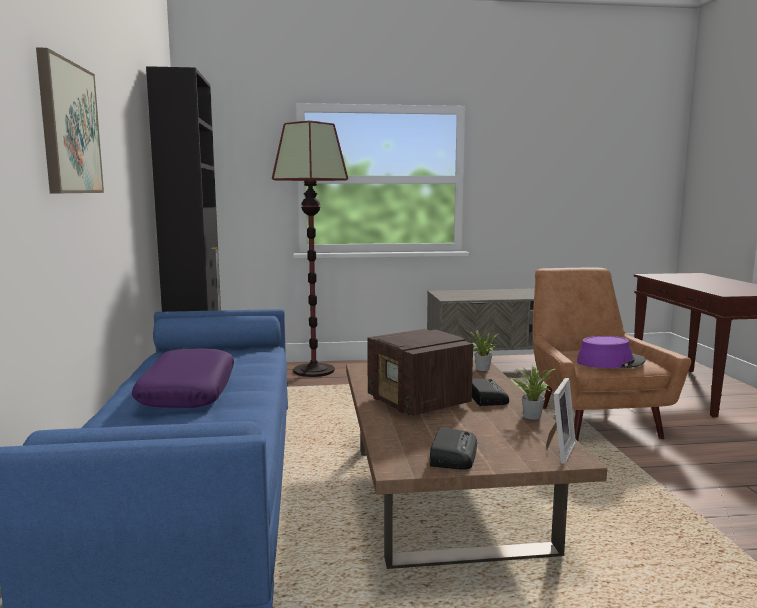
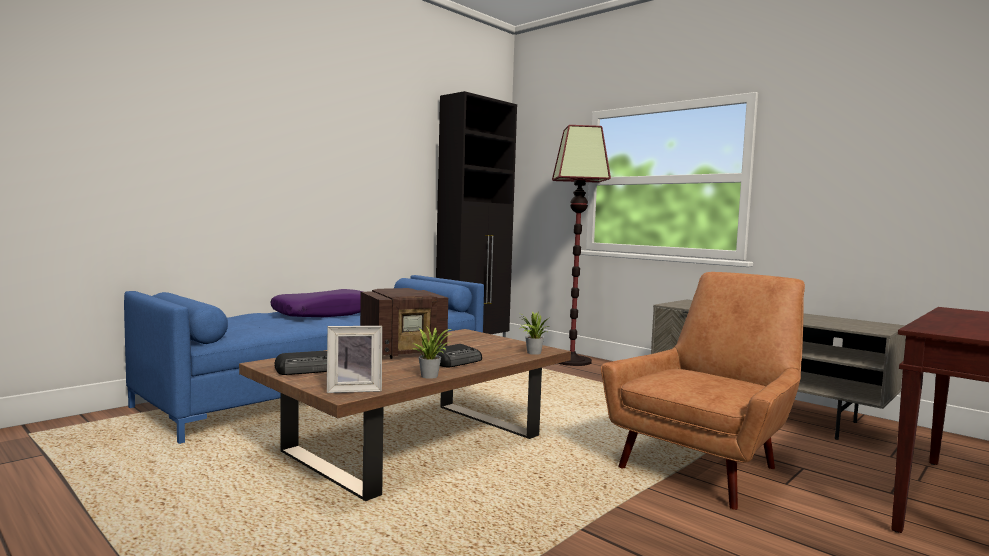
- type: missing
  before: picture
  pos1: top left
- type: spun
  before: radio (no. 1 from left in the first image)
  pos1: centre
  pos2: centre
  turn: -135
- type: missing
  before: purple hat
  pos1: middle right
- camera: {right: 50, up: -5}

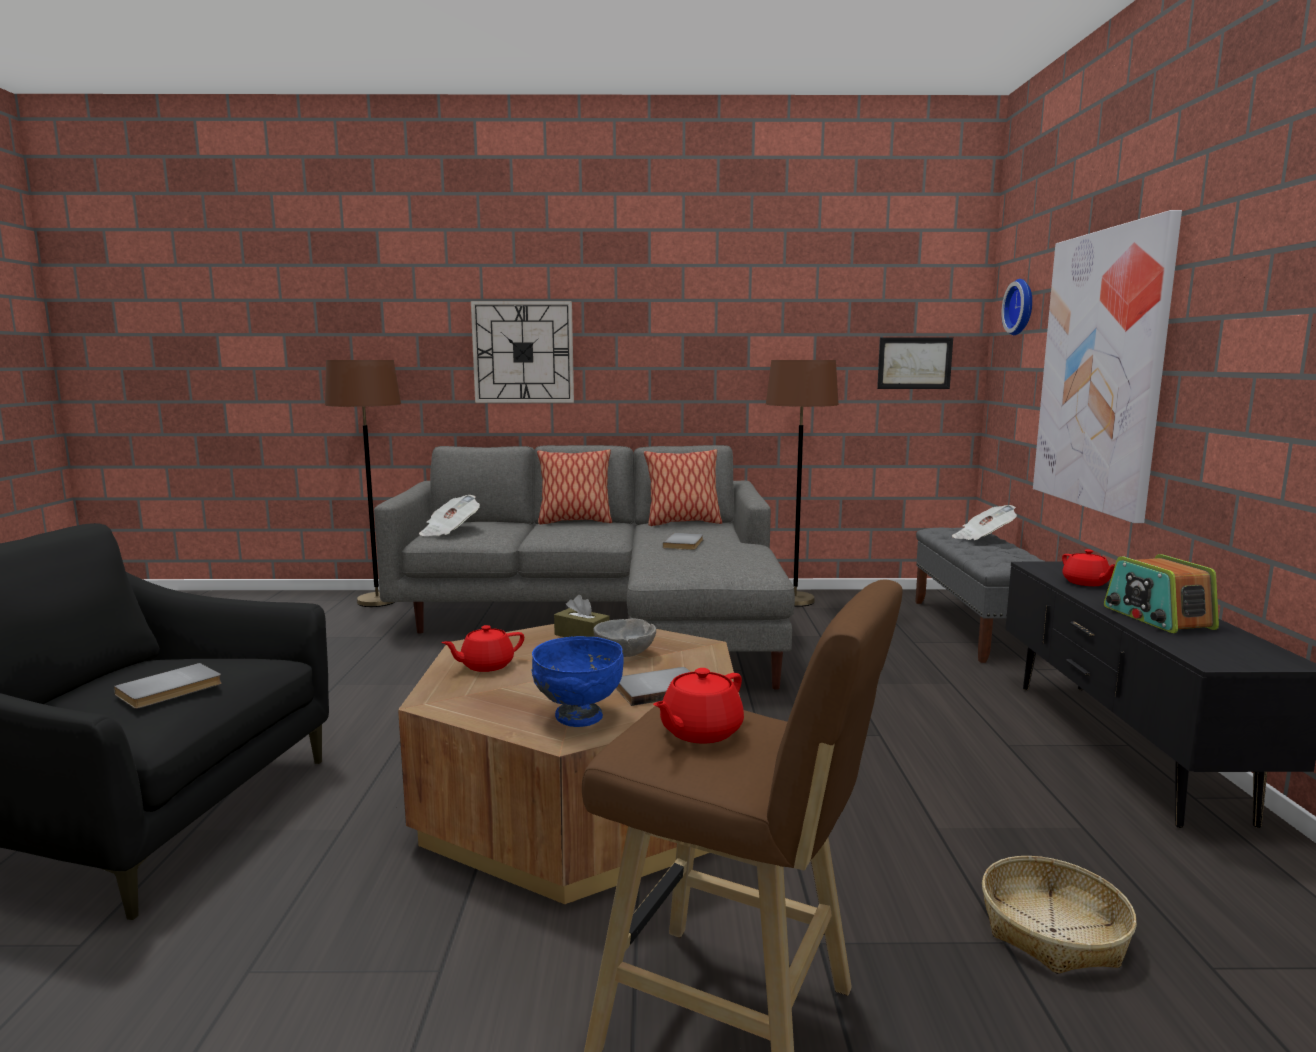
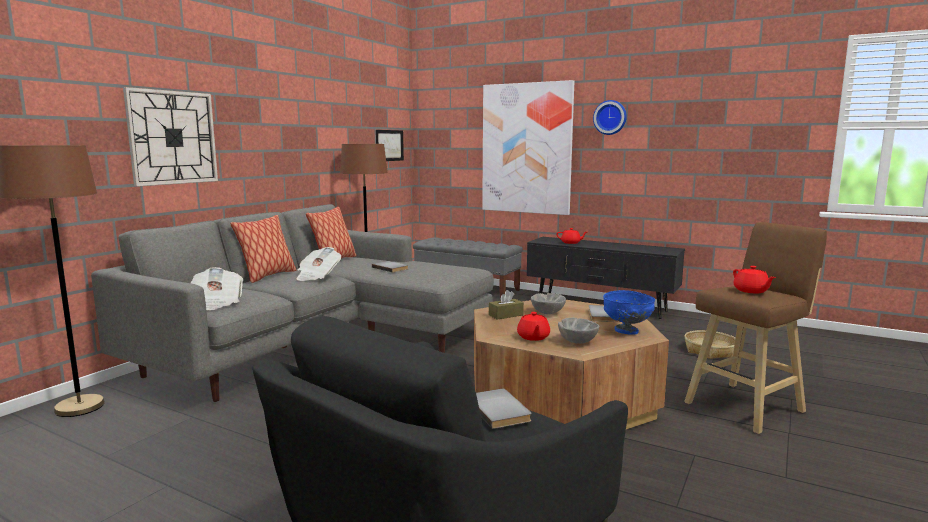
- type: relocated
  before: newspaper (no. 2 from left)
  pos1: middle right
  pos2: centre
- type: relocated
  before: wall clock (no. 2 from left)
  pos1: top right
  pos2: top centre
- type: missing
  before: radio
  pos1: middle right
- type: appeared
  after: grey bowl (no. 2 from left)
  pos2: centre
- camera: {right: -60, up: 0}

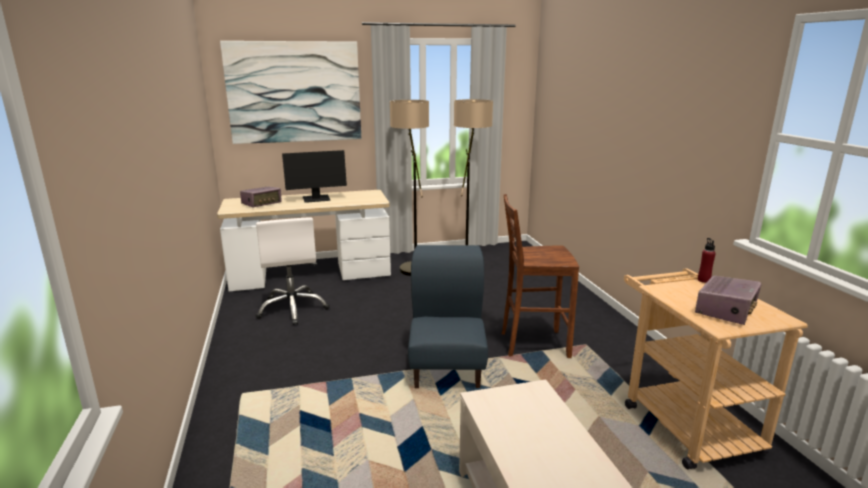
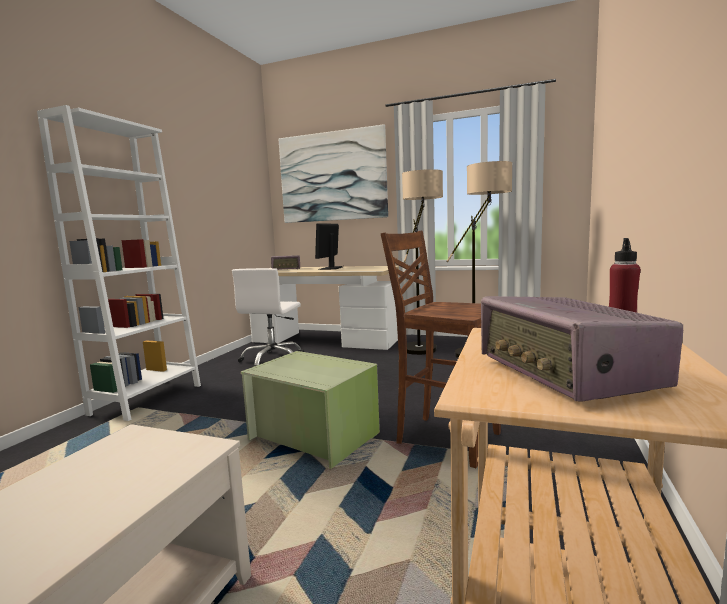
- type: spun
  before: monitor
  pos1: centre
  pos2: centre
  turn: 90
- type: exchanged
  before: blue chair
  after: green storage box
  pos1: centre
  pos2: bottom centre
- type: spun
  before: radio (no. 2 from left)
  pos1: middle right
  pos2: middle right
  turn: 90
- type: appeared
  after: white bookcase
  pos2: middle left
- camera: {right: 35, up: -10}

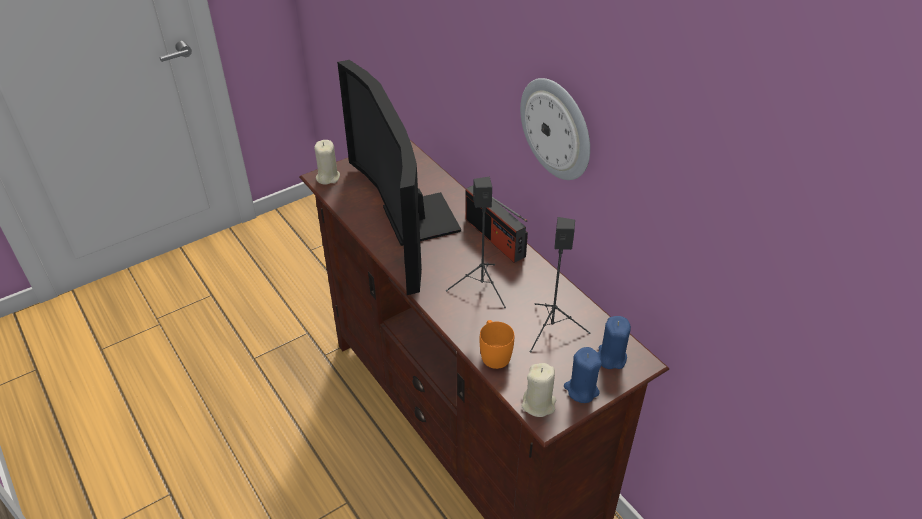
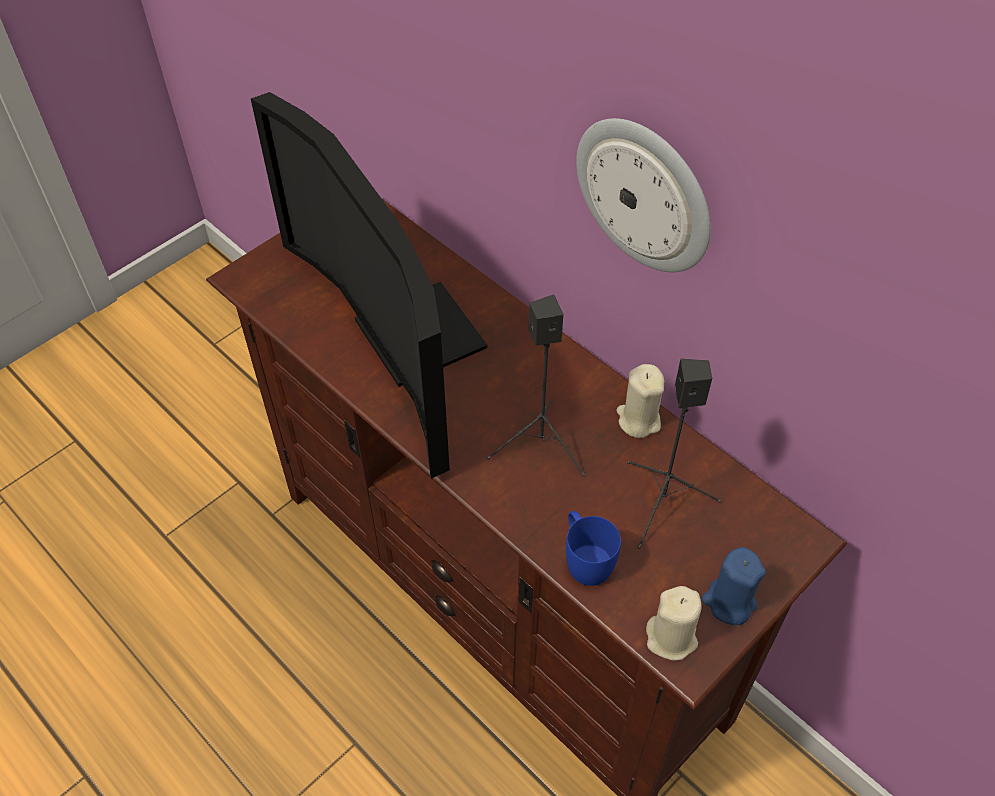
- type: relocated
  before: beige candle (no. 1 from left)
  pos1: top centre
  pos2: centre
- type: missing
  before: radio
  pos1: centre
- type: colour
  before: orange mug
  after: blue mug
  pos1: centre
  pos2: bottom centre
- type: missing
  before: blue candle (no. 2 from left)
  pos1: centre
- camera: {right: -10, up: 10}

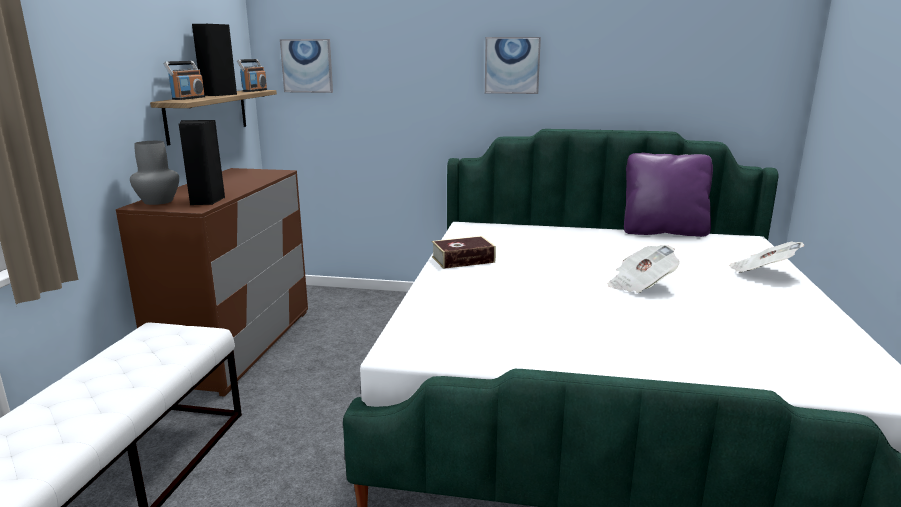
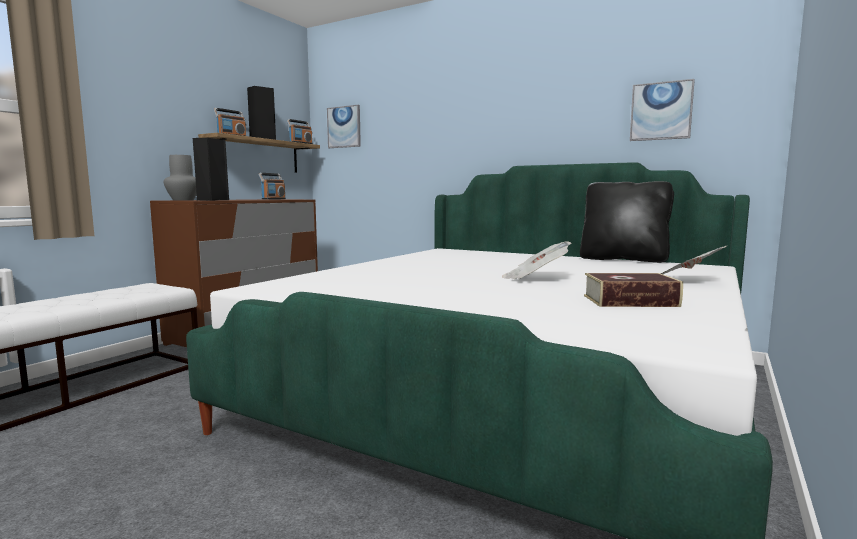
- type: relocated
  before: book
  pos1: centre
  pos2: middle right
- type: relocated
  before: picture (no. 2 from left)
  pos1: top centre
  pos2: top right
- type: colour
  before: purple pillow
  after: black pillow
  pos1: middle right
  pos2: middle right
- type: appeared
  after: radio (no. 2 from left)
  pos2: middle left
- camera: {right: 20, up: -10}

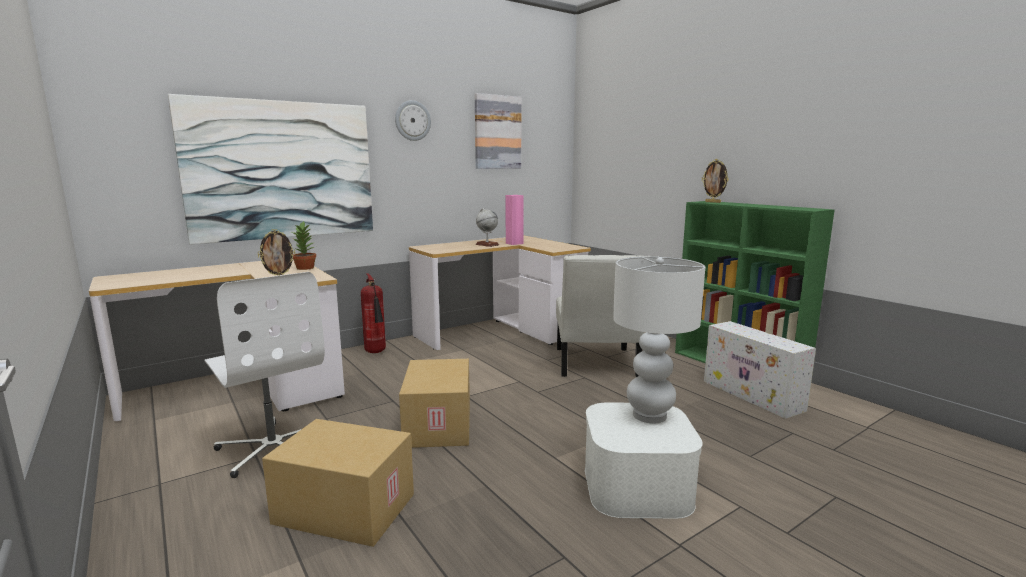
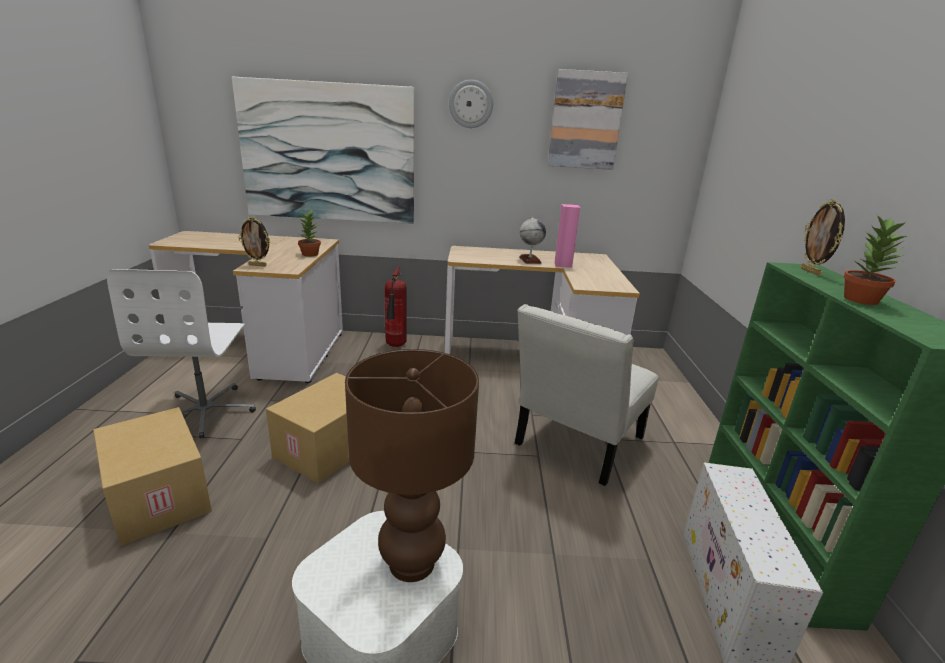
- type: colour
  before: white table lamp
  after: brown table lamp
  pos1: centre
  pos2: bottom centre
- type: appeared
  after: potted plant (no. 2 from left)
  pos2: middle right
- camera: {right: 35, up: 10}

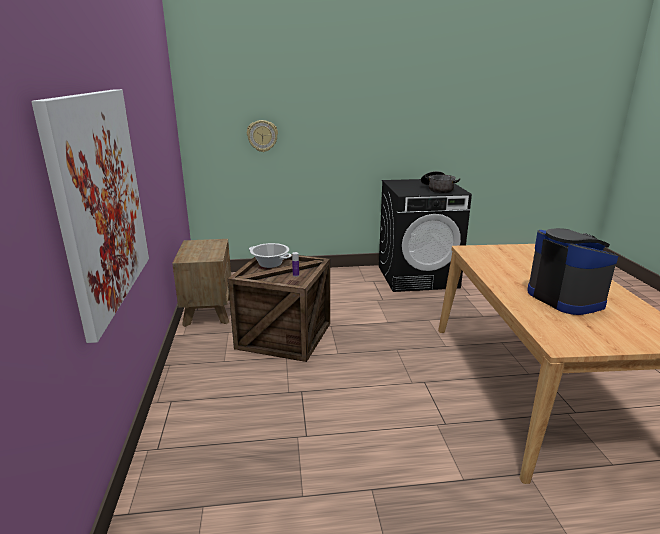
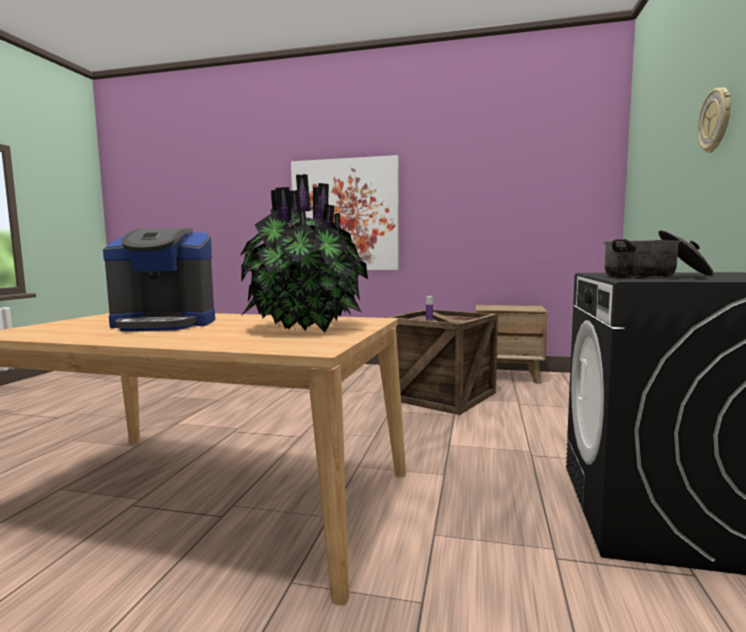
- type: relocated
  before: wall clock
  pos1: top centre
  pos2: top right
- type: missing
  before: cooking pot (no. 1 from left)
  pos1: centre
- type: appeared
  after: potted plant
  pos2: centre
- camera: {right: 110, up: -15}

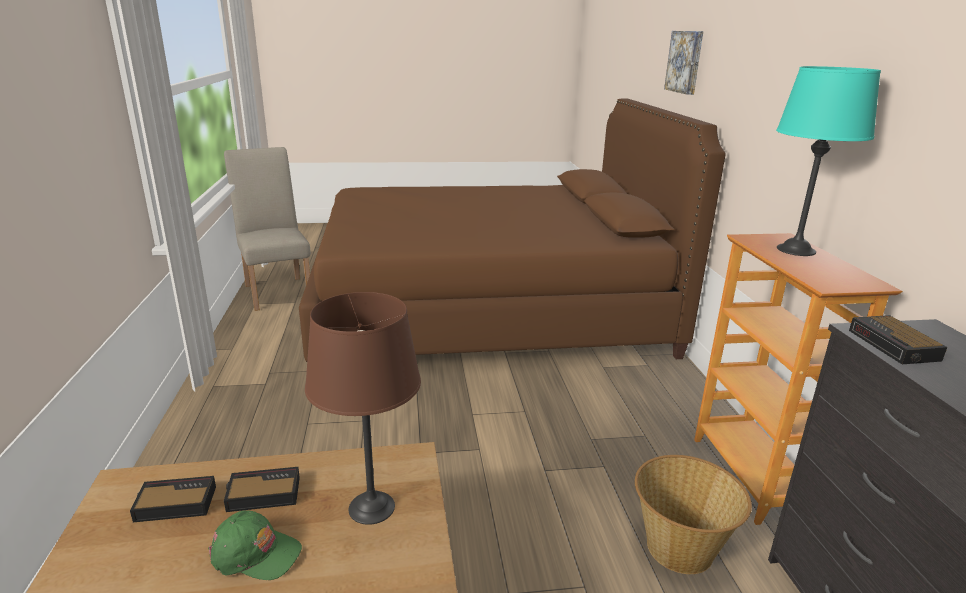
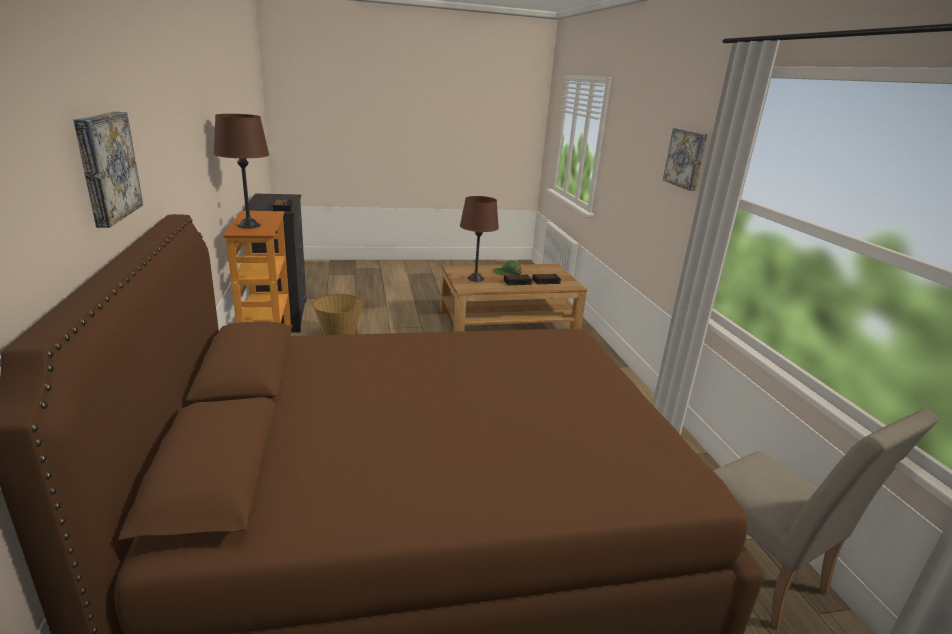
- type: colour
  before: turquoise table lamp
  after: brown table lamp (no. 1 from left)
  pos1: top right
  pos2: top left
- type: appeared
  after: picture (no. 2 from left)
  pos2: top right
- camera: {right: 175, up: 0}

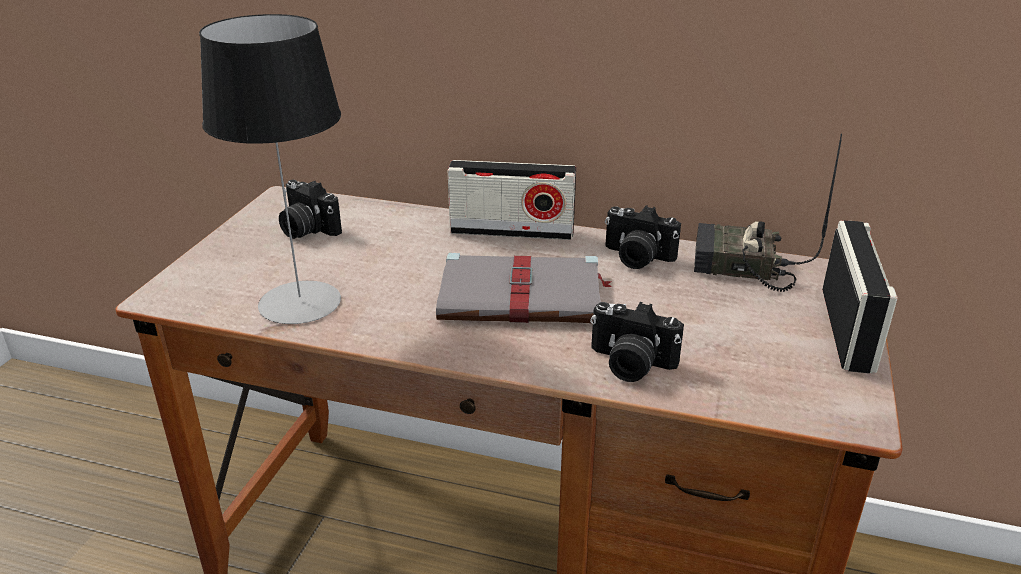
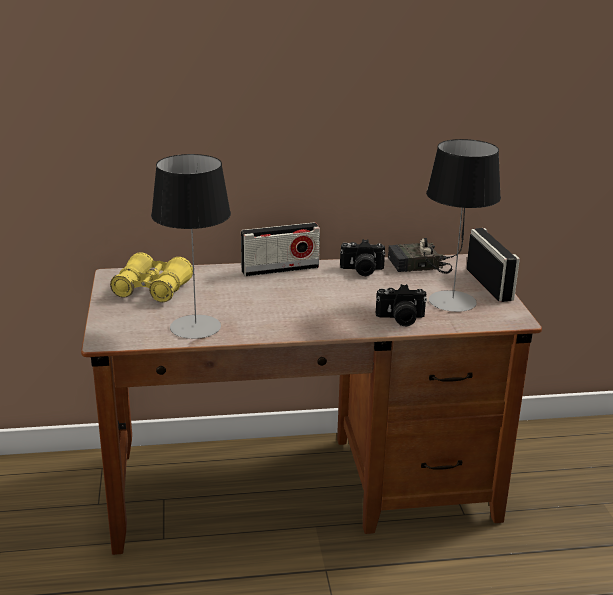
- type: exchanged
  before: photo camera (no. 1 from left)
  after: yellow binoculars
  pos1: middle left
  pos2: middle left
- type: missing
  before: grey book
  pos1: centre
- type: appeared
  after: table lamp (no. 2 from left)
  pos2: middle right
- camera: {right: -25, up: -5}

